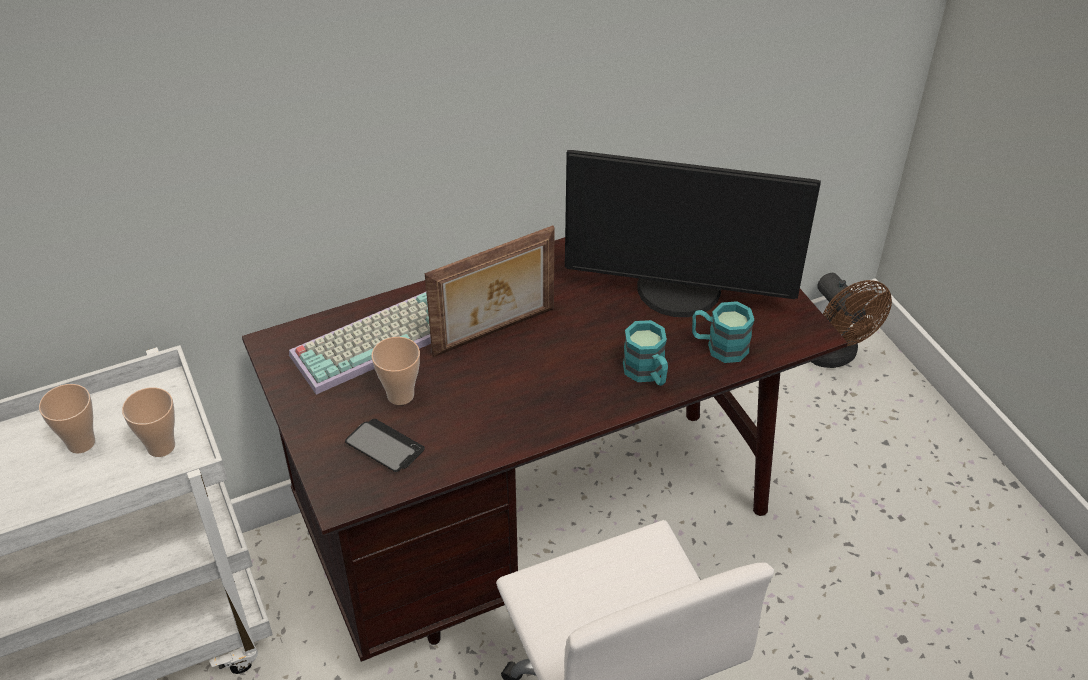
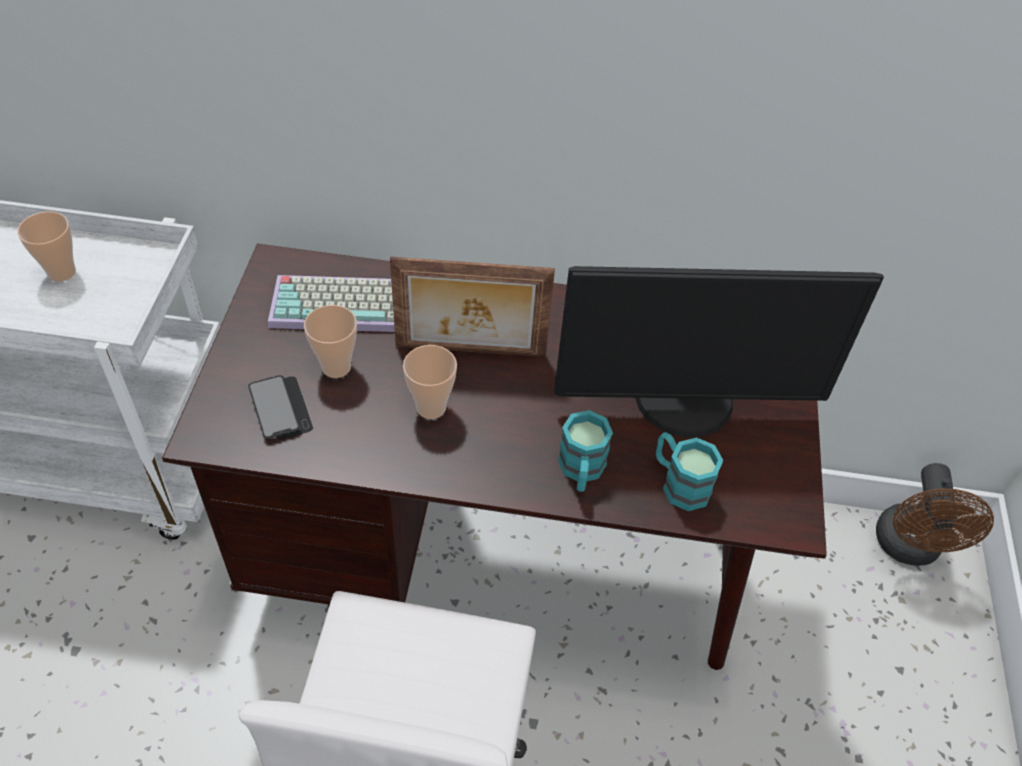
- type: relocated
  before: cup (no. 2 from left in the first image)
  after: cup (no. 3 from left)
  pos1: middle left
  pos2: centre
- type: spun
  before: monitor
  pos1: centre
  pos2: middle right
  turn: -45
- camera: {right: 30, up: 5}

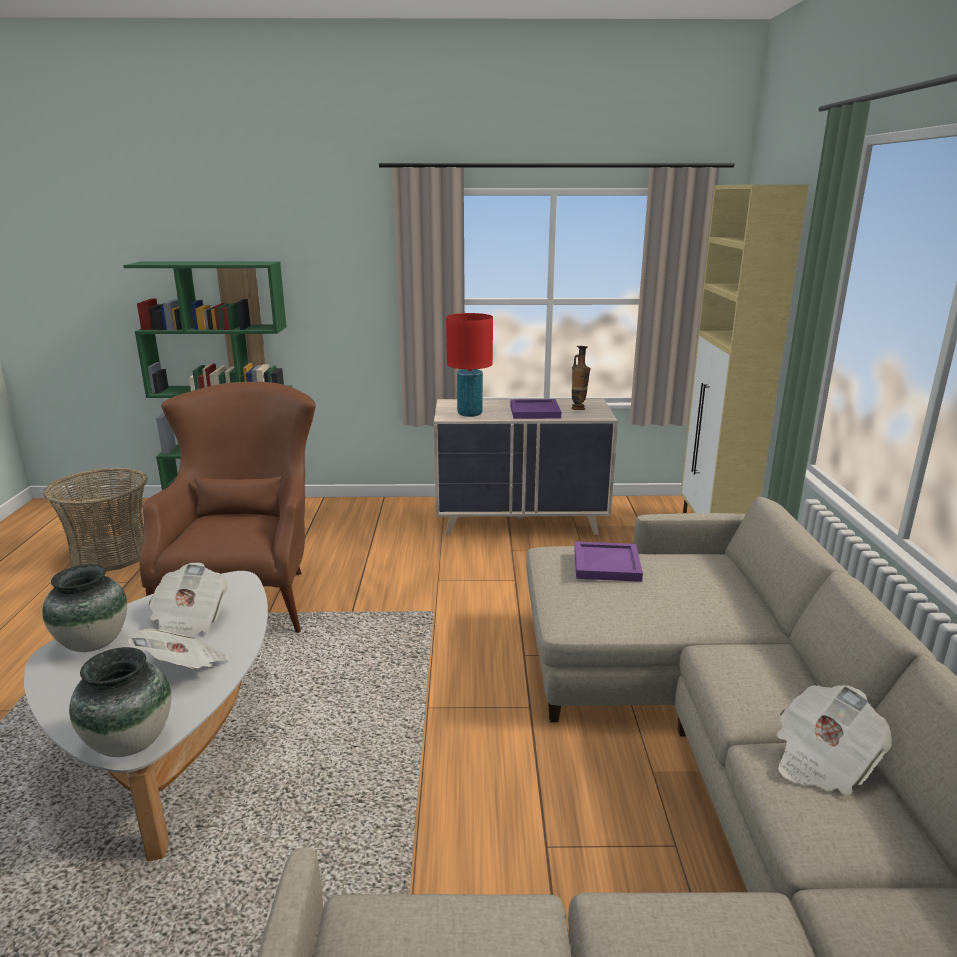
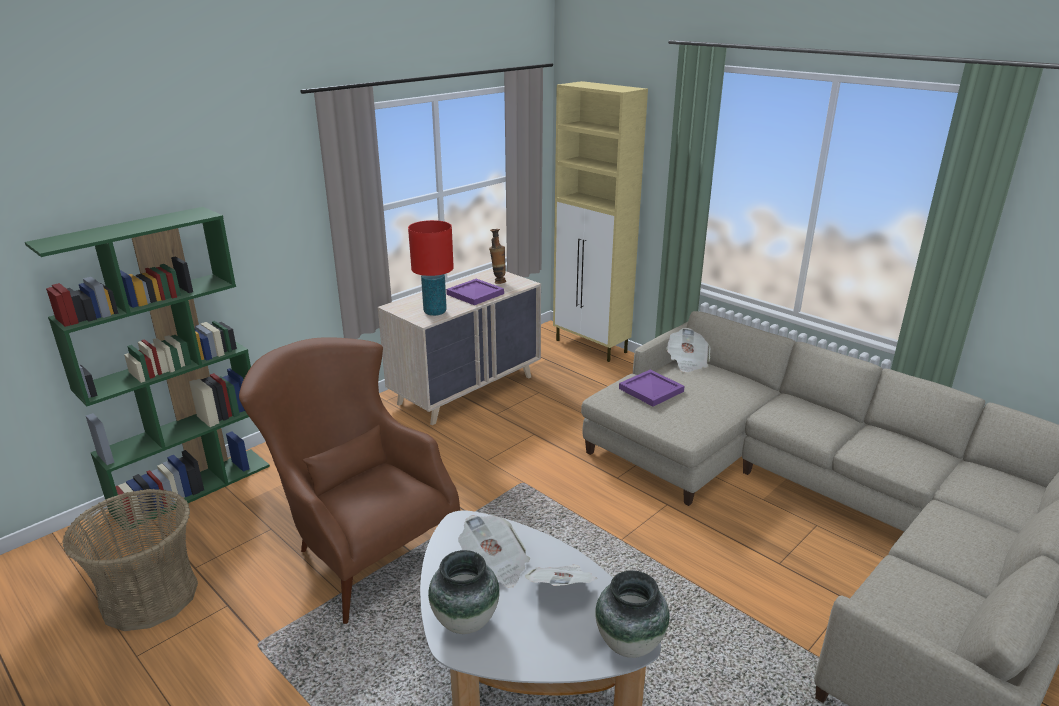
- type: relocated
  before: newspaper (no. 3 from left)
  pos1: bottom right
  pos2: centre
- camera: {right: -45, up: 5}

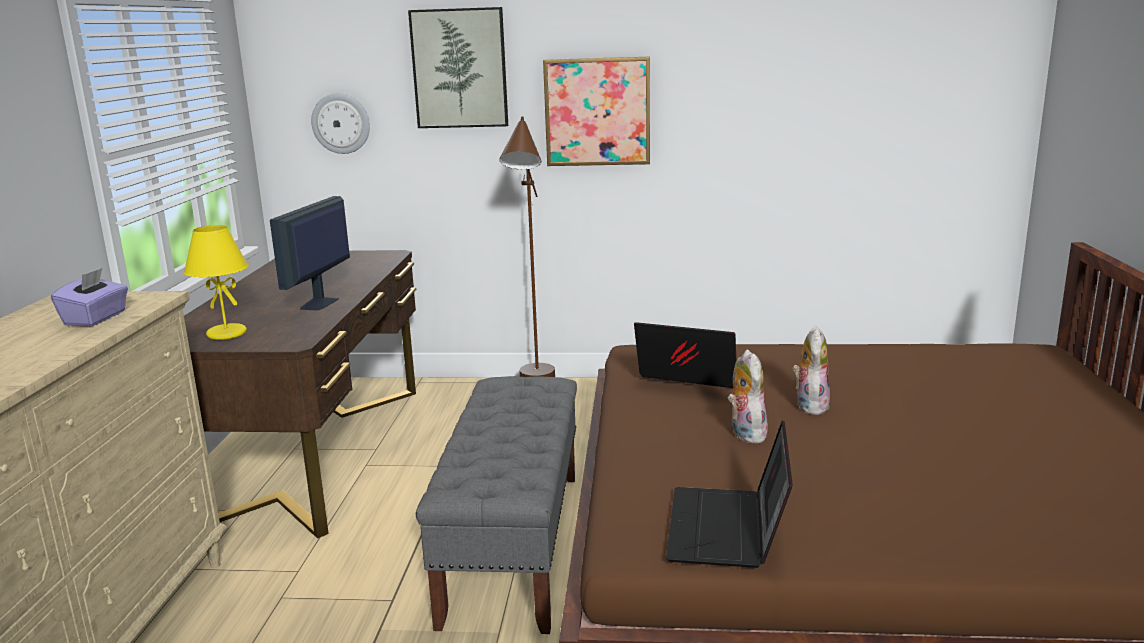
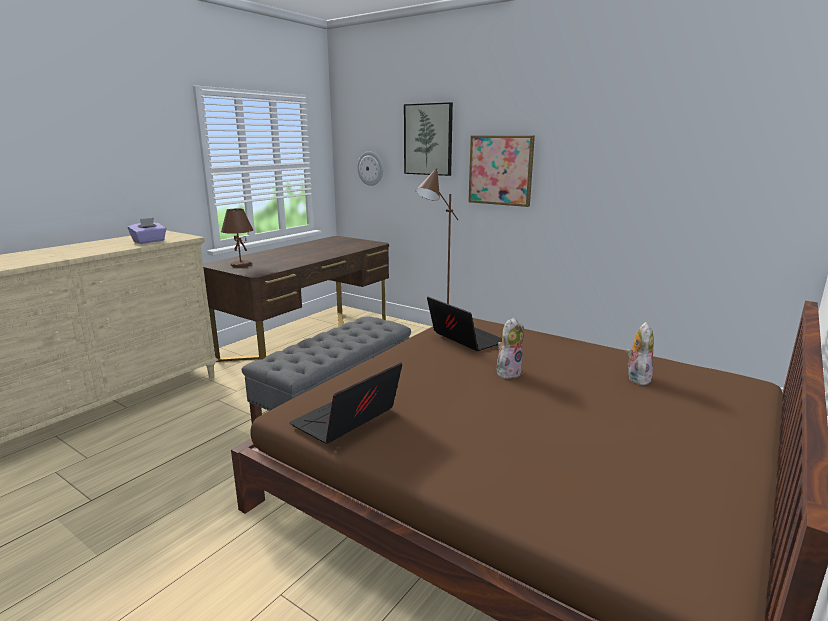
- type: colour
  before: yellow table lamp
  after: brown table lamp
  pos1: middle left
  pos2: middle left
- type: missing
  before: monitor
  pos1: middle left
- type: relocated
  before: plush toy (no. 1 from left in the first image)
  after: plush toy (no. 2 from left)
  pos1: centre
  pos2: middle right
- camera: {right: 30, up: 0}

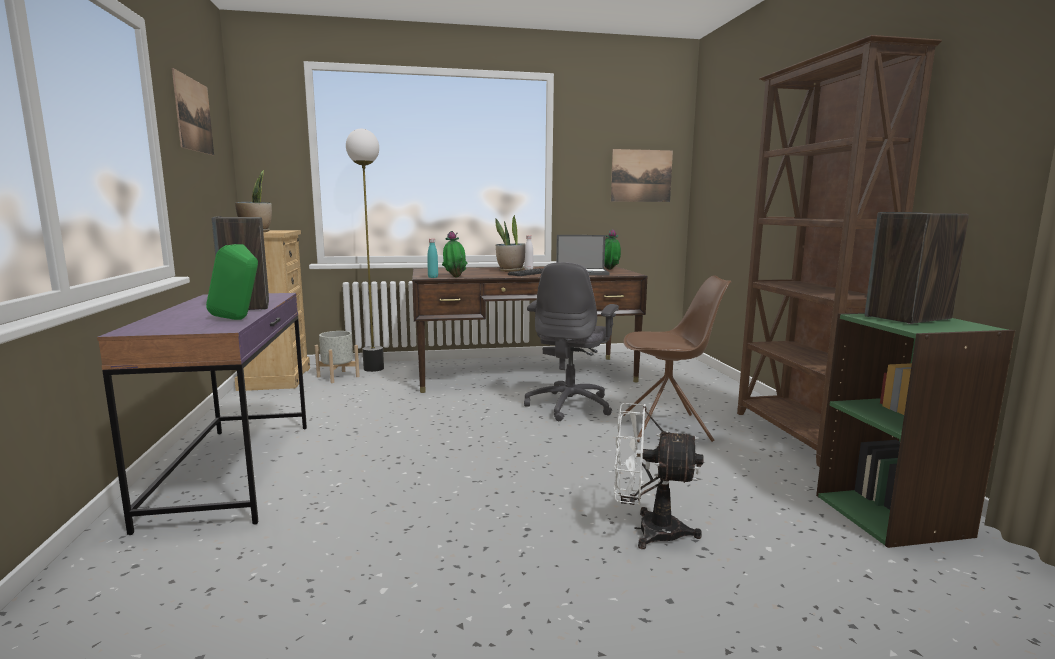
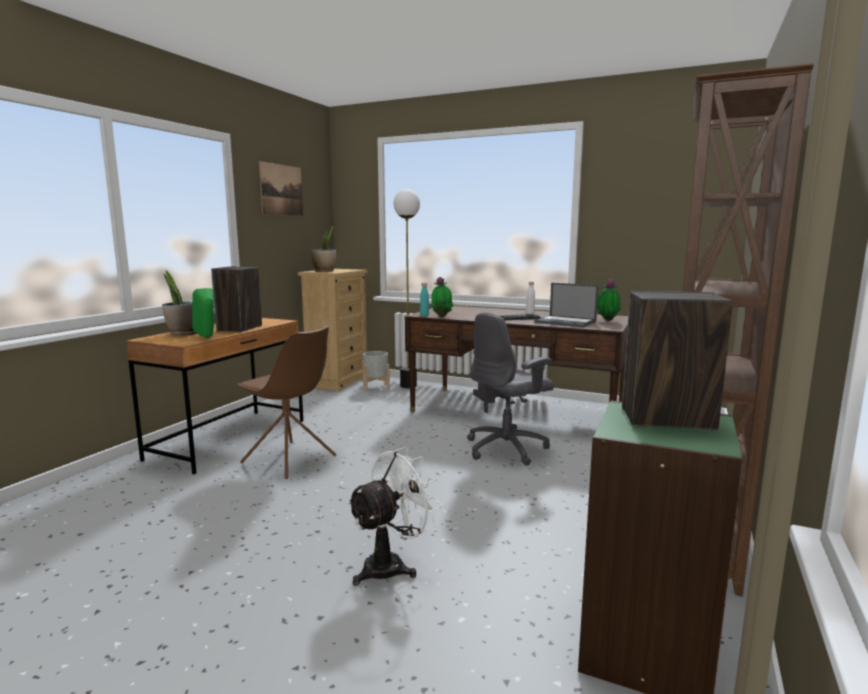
- type: colour
  before: purple desk
  after: brown desk (no. 1 from left)
  pos1: middle left
  pos2: middle left
- type: relocated
  before: potted plant (no. 3 from left in the first image)
  after: potted plant (no. 1 from left)
  pos1: centre
  pos2: middle left
- type: missing
  before: picture (no. 2 from left)
  pos1: top centre
- type: spun
  before: white fan
  pos1: bottom centre
  pos2: bottom centre
  turn: 90
- type: relocated
  before: brown chair
  pos1: centre
  pos2: middle left
- camera: {right: 35, up: 0}

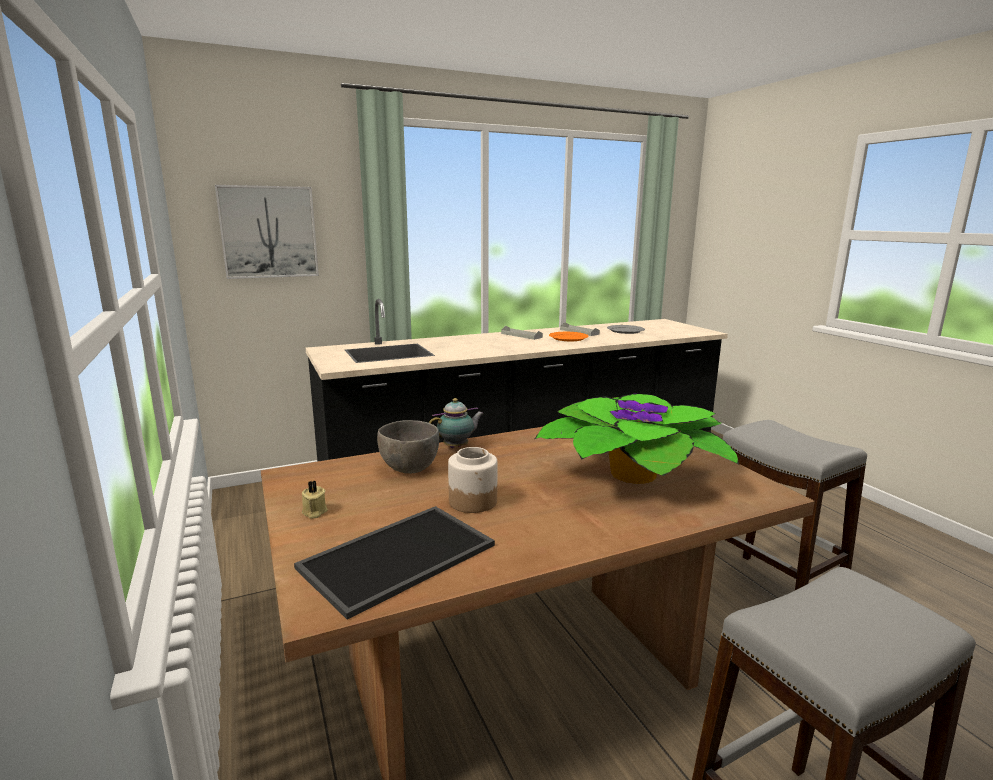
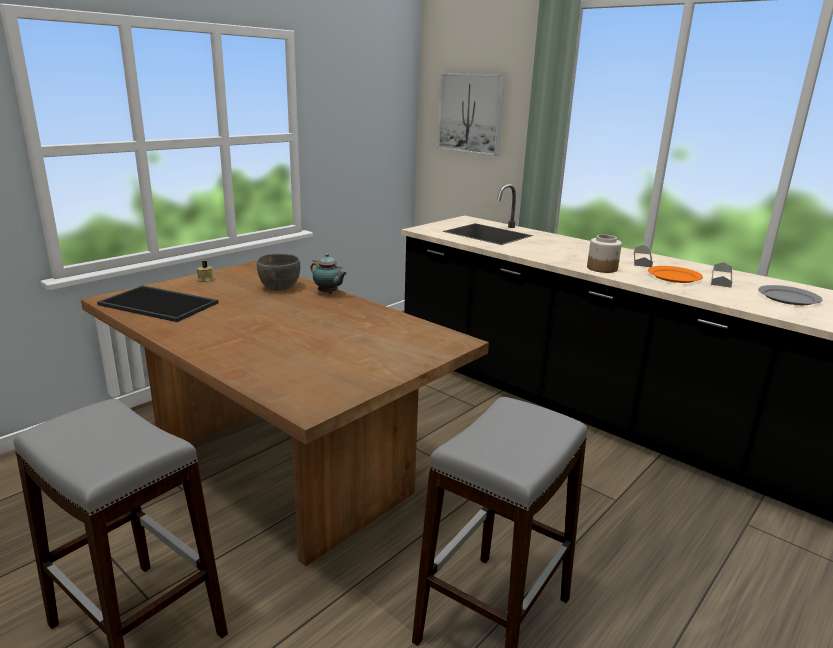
- type: relocated
  before: jar
  pos1: centre
  pos2: middle right
- type: missing
  before: potted plant
  pos1: centre
- camera: {right: 65, up: 5}

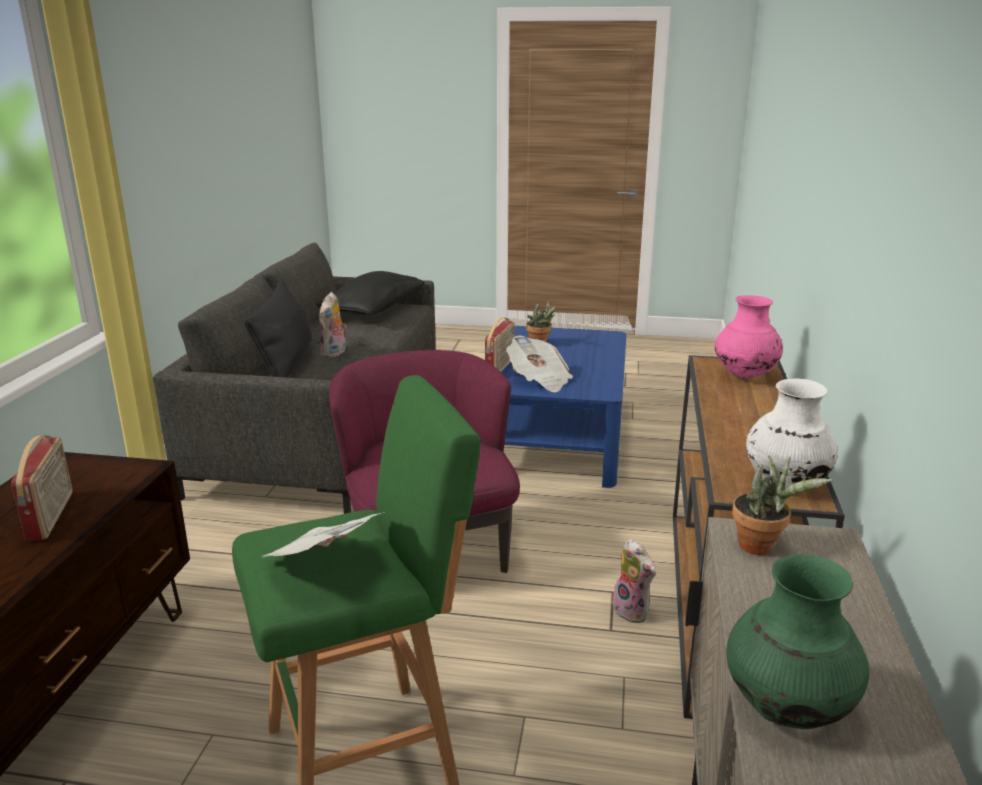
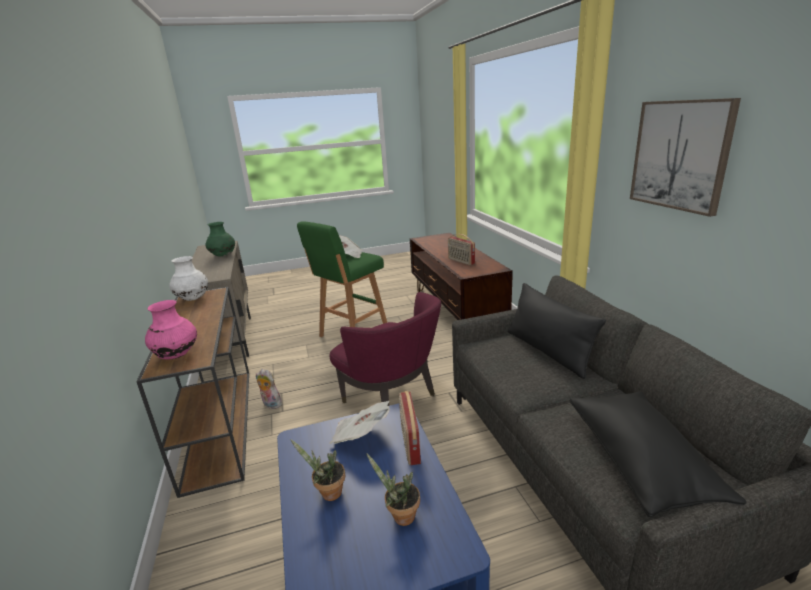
- type: missing
  before: plush toy (no. 1 from left)
  pos1: centre
- type: relocated
  before: potted plant (no. 2 from left in the first image)
  after: potted plant (no. 1 from left)
  pos1: middle right
  pos2: bottom centre
- type: appeared
  after: picture
  pos2: top right
- camera: {right: 155, up: 0}

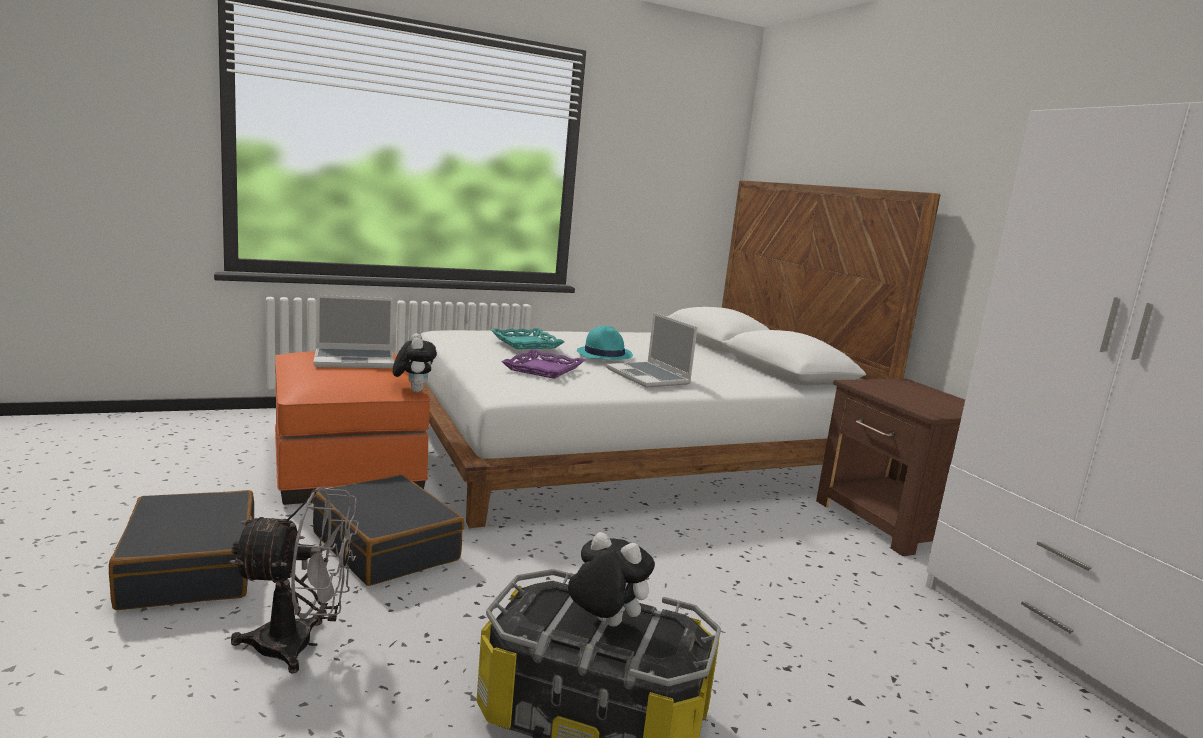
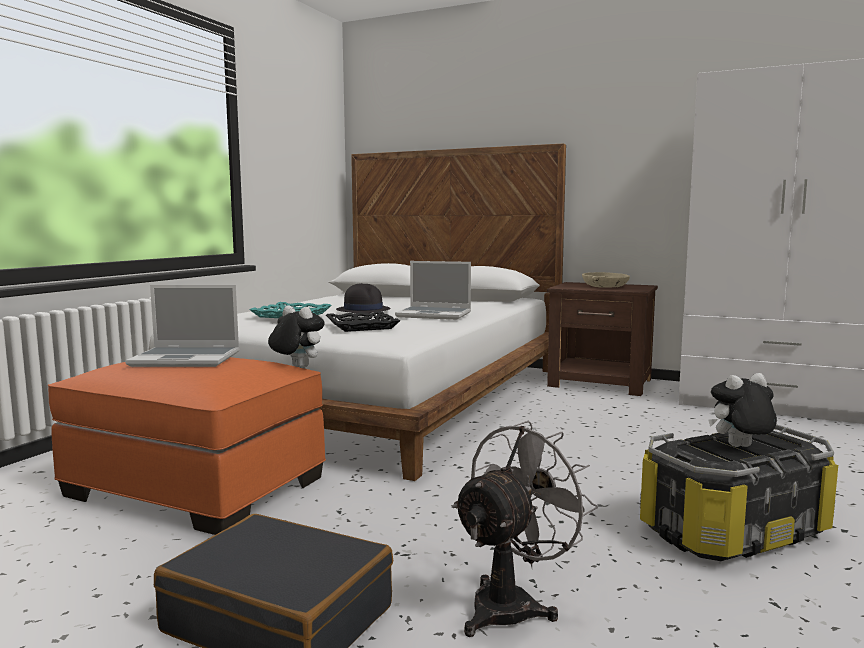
- type: missing
  before: black suitcase (no. 2 from left)
  pos1: bottom left
- type: spun
  before: laptop (no. 1 from left)
  pos1: middle left
  pos2: middle left
  turn: 60
- type: colour
  before: purple tray
  after: black tray
  pos1: centre
  pos2: centre
- type: colour
  before: turquoise hat
  after: black hat
  pos1: centre
  pos2: centre
- type: appeared
  after: beige bowl
  pos2: middle right
- camera: {right: -40, up: -5}

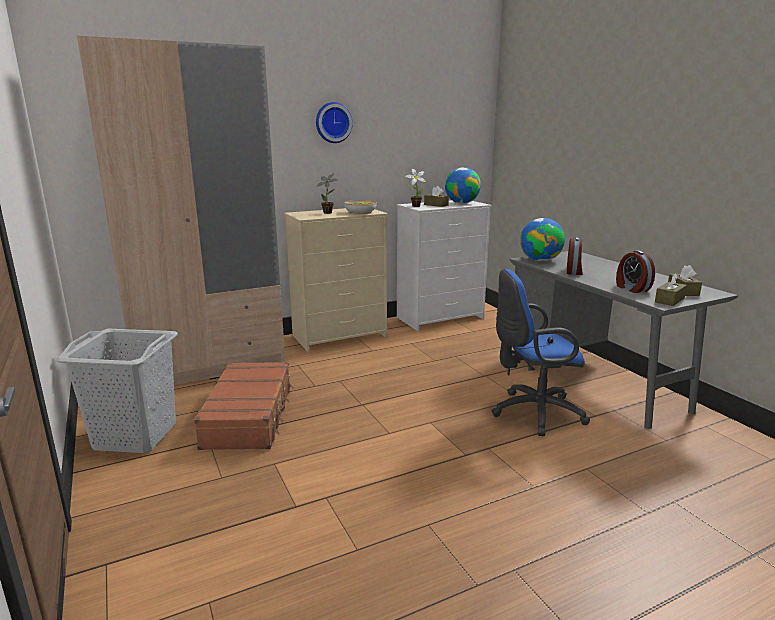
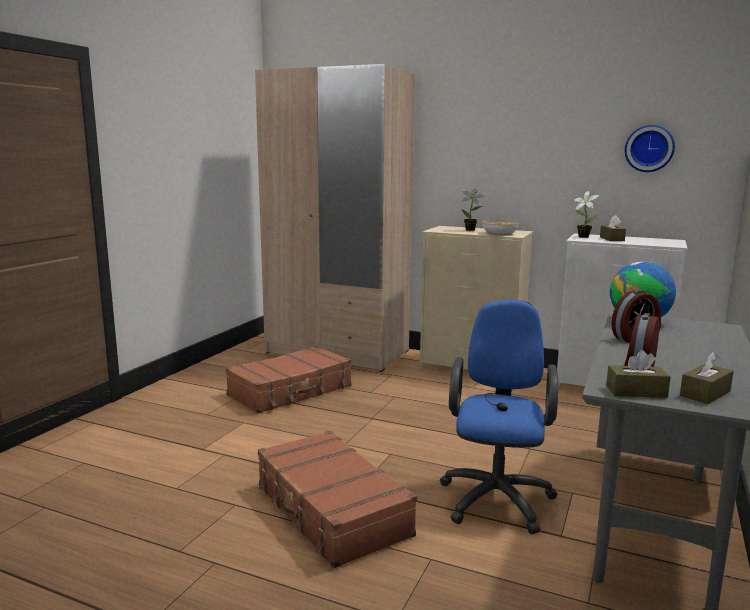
- type: missing
  before: grey laundry basket
  pos1: middle left
- type: relocated
  before: wall clock
  pos1: top centre
  pos2: top right
- type: missing
  before: globe (no. 1 from left)
  pos1: top centre
- type: spun
  before: blue office chair
  pos1: middle right
  pos2: bottom centre
  turn: 60
- type: appeared
  after: brown suitcase (no. 2 from left)
  pos2: bottom centre
- camera: {right: 50, up: -5}

